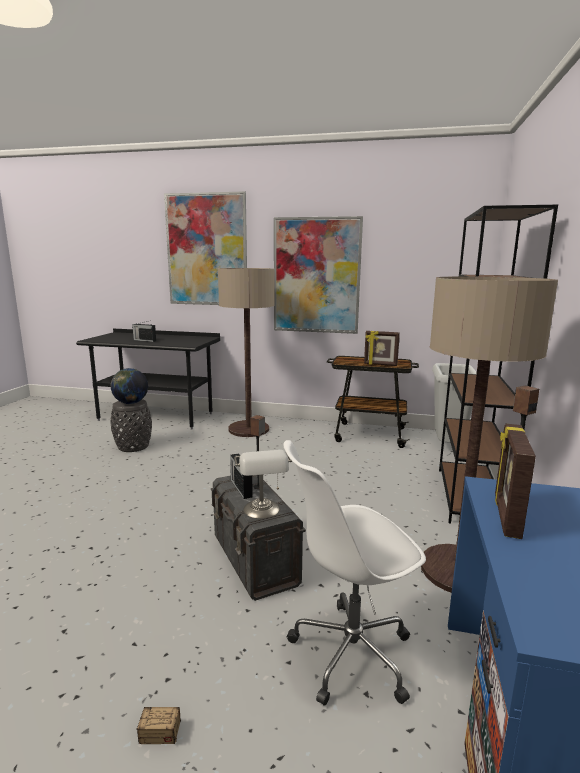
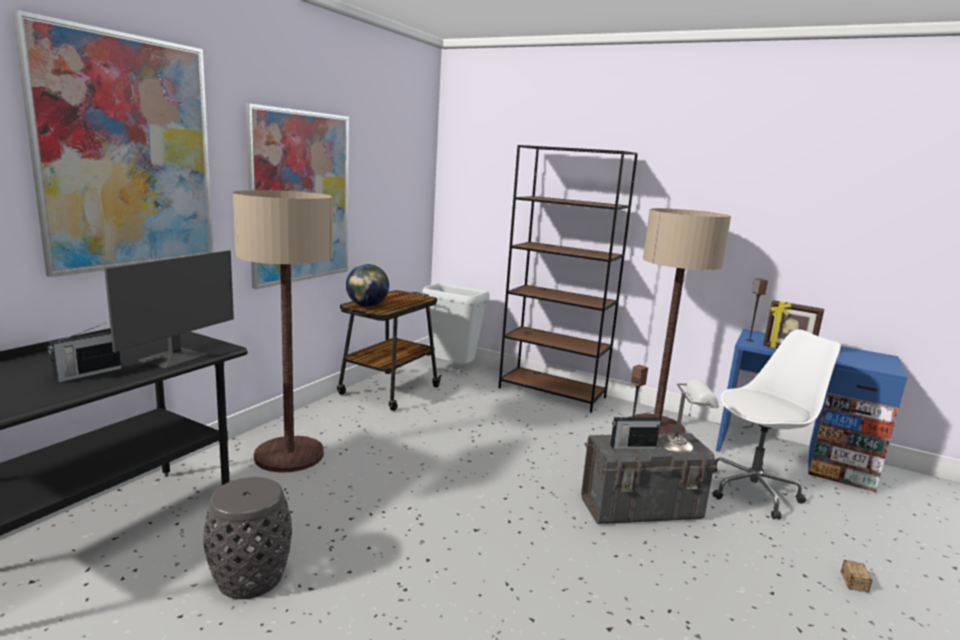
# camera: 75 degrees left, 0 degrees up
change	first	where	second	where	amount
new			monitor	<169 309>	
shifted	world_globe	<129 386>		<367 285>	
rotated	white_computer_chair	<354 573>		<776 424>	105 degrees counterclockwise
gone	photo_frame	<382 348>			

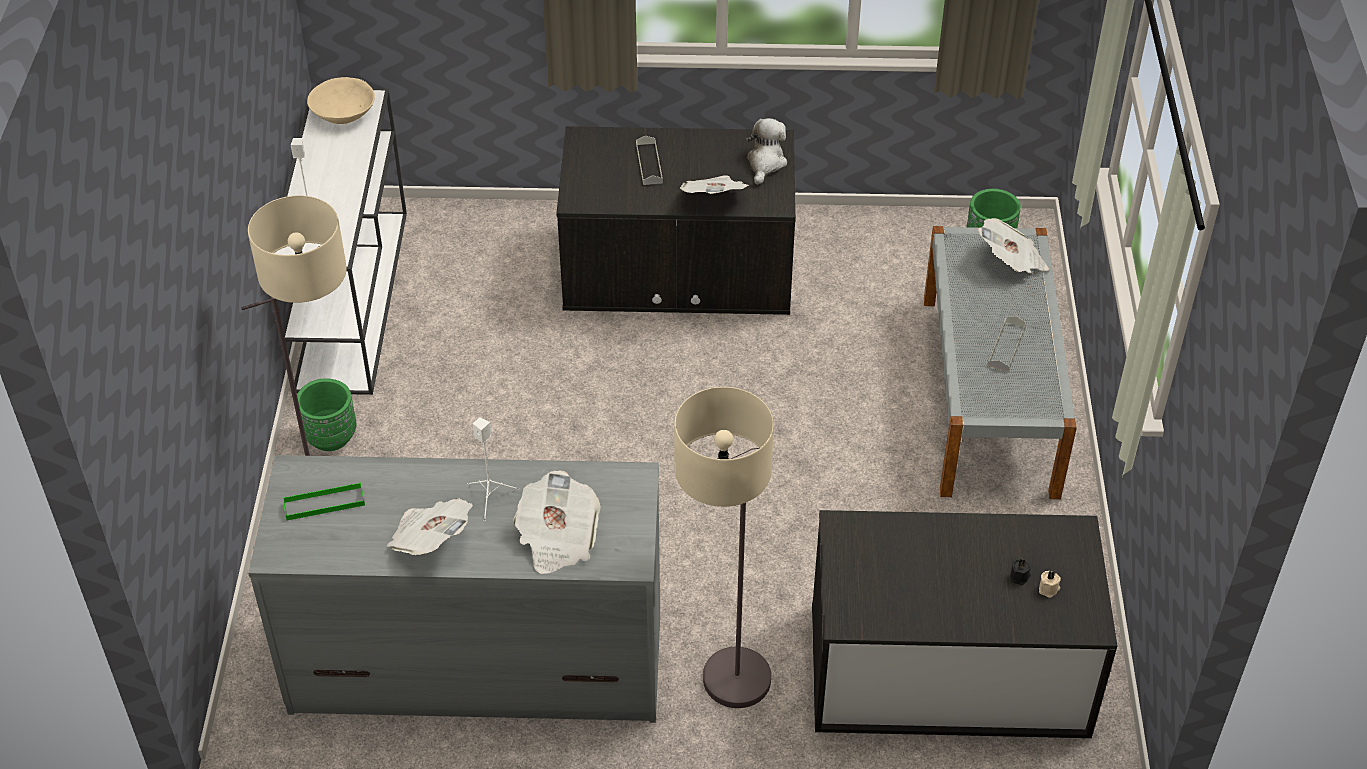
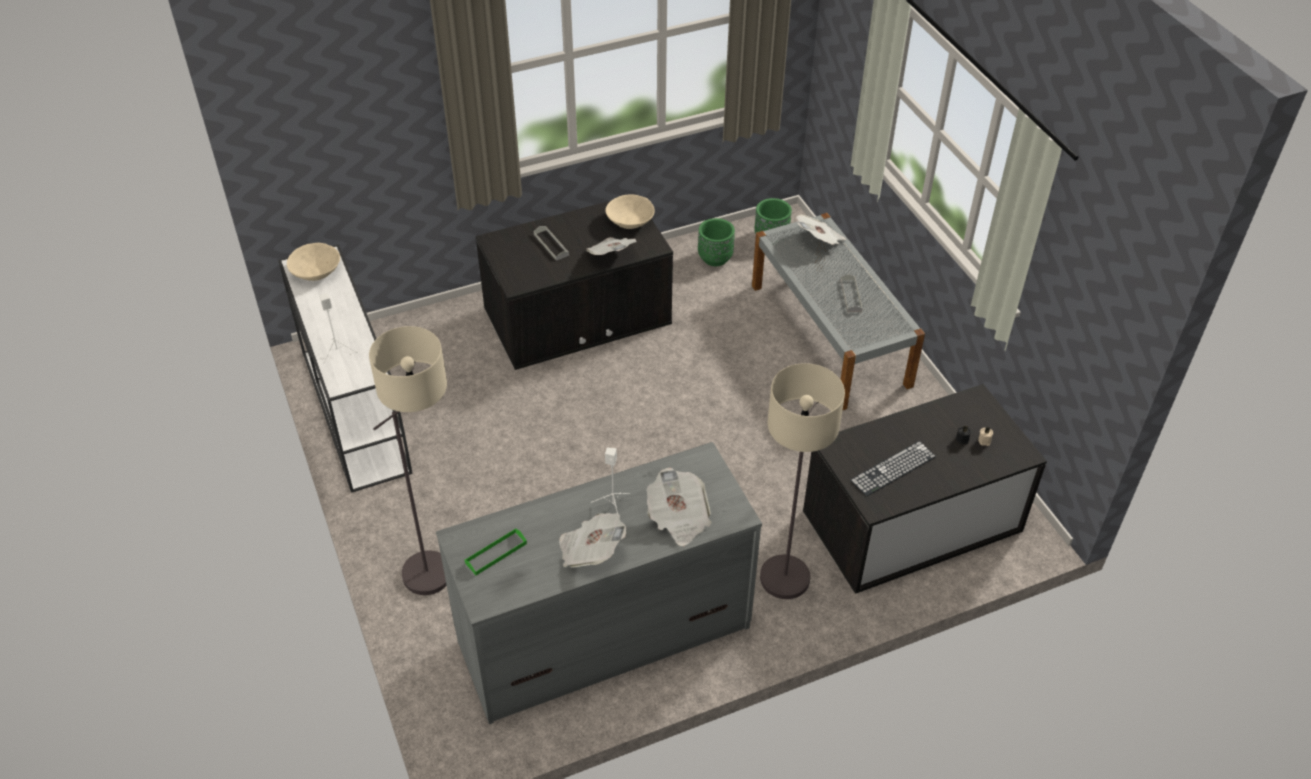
# camera: 25 degrees left, 0 degrees up
change	first	where	second	where	amount
swapped	soft_toy	<766 151>	sand-coloured_serving_bowl	<630 212>	
shifted	green_plant_pot	<327 414>		<716 242>	
new			PC_keyboard	<893 468>	

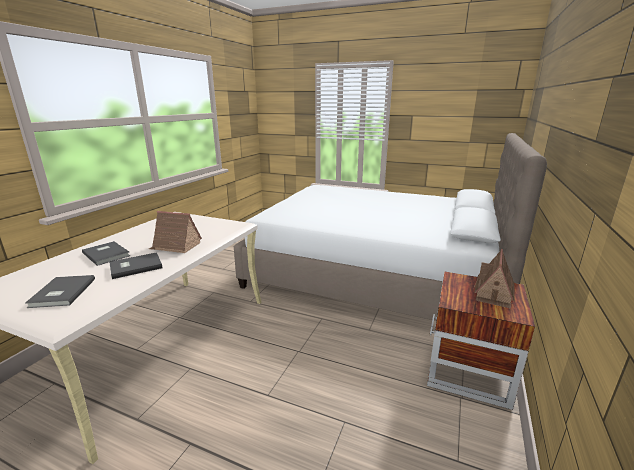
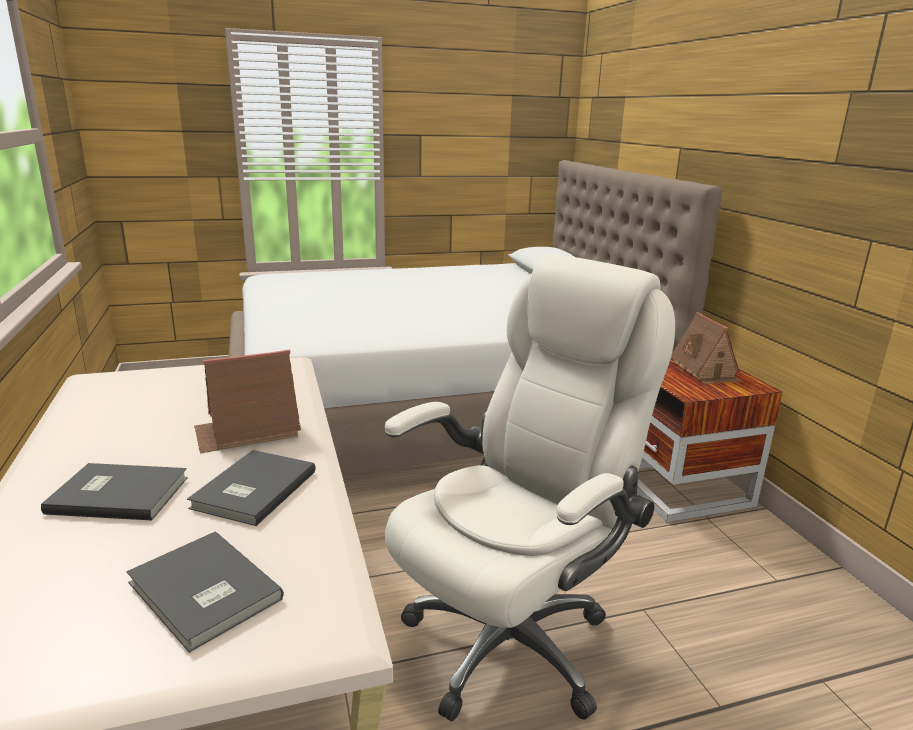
# camera: 40 degrees left, 0 degrees up
change	first	where	second	where	amount
new			white_computer_chair	<530 488>	

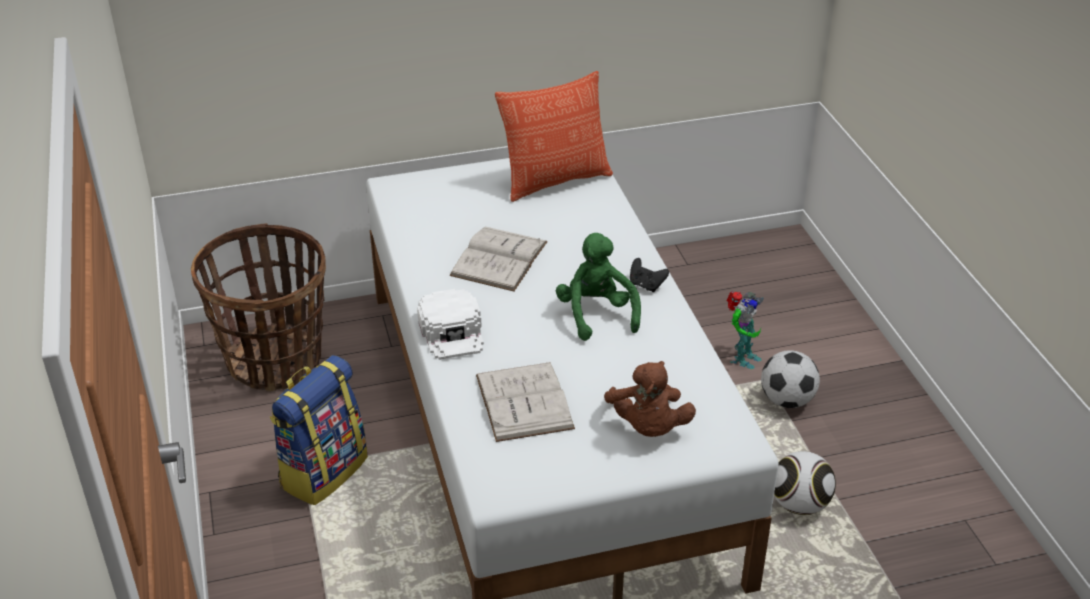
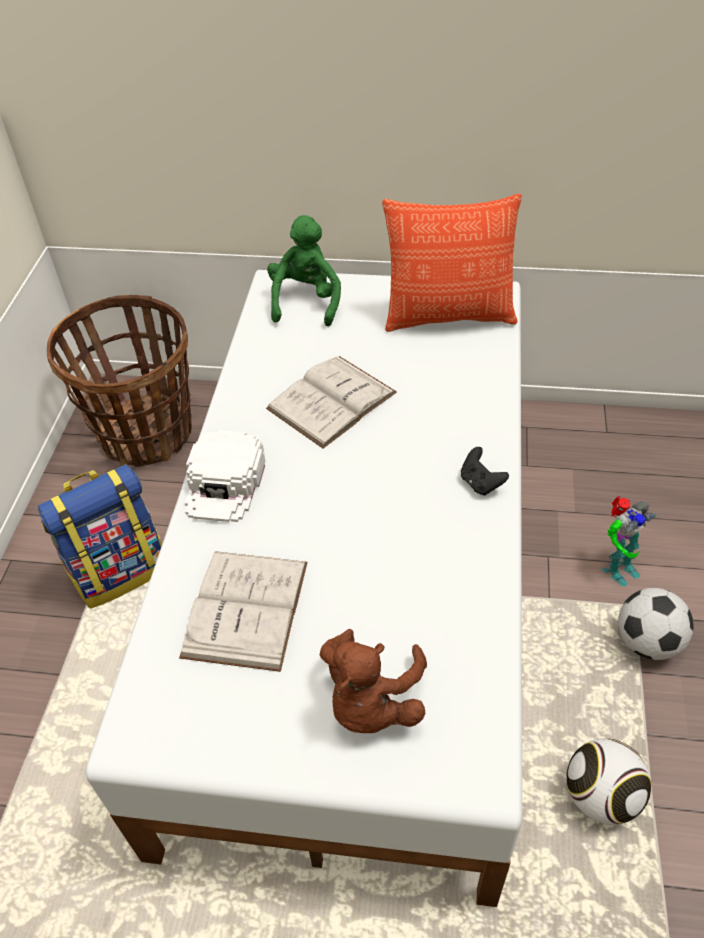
# camera: 25 degrees right, 10 degrees up
change	first	where	second	where	amount
shifted	green_soft_toy	<598 287>		<304 270>	

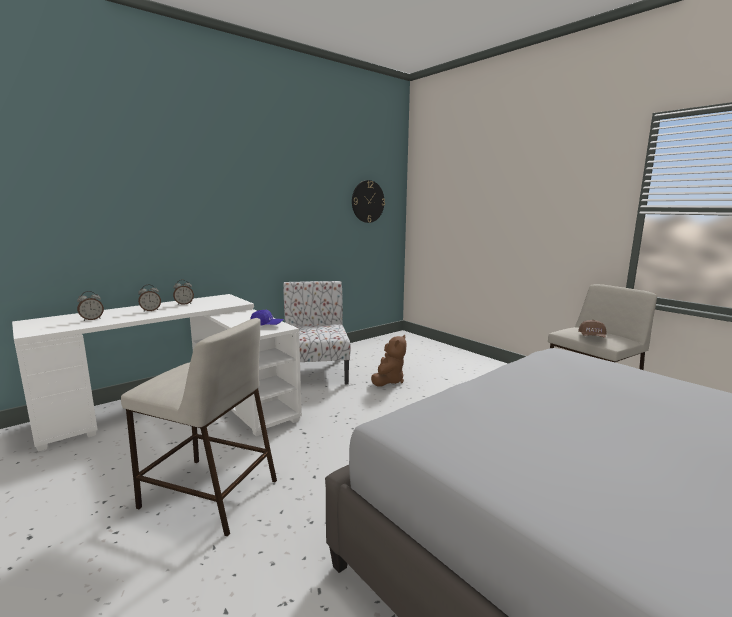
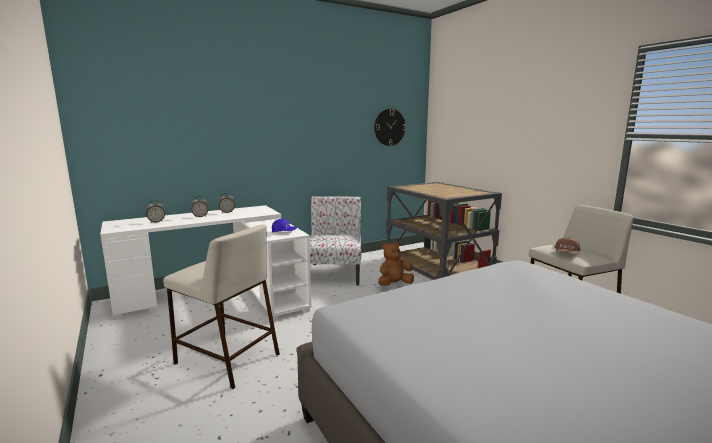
# camera: 10 degrees right, 0 degrees up
change	first	where	second	where	amount
rotated	brown-coloured_soft_toy	<389 361>		<396 264>	150 degrees counterclockwise
new			bookshelf	<444 231>	

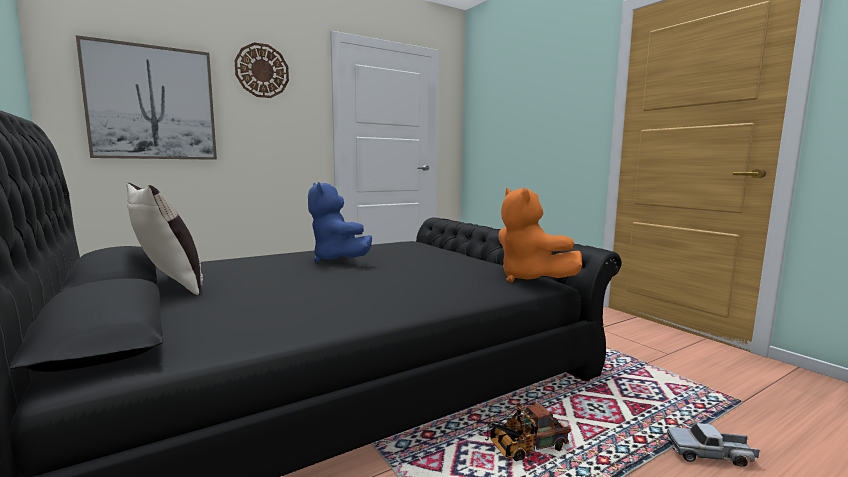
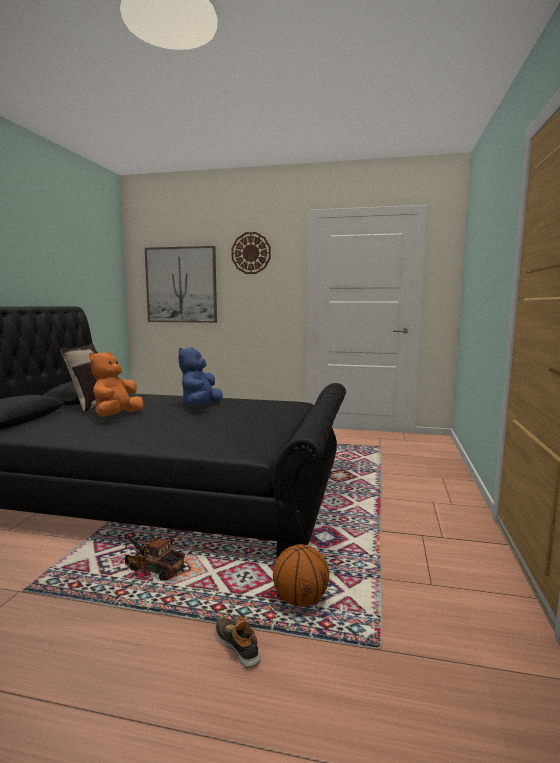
# camera: 45 degrees right, 0 degrees up
change	first	where	second	where	amount
shifted	orange_soft_toy	<540 235>		<116 384>	
swapped	model_truck	<713 445>	low_shoe	<238 642>	
new			basketball_ball	<301 575>	

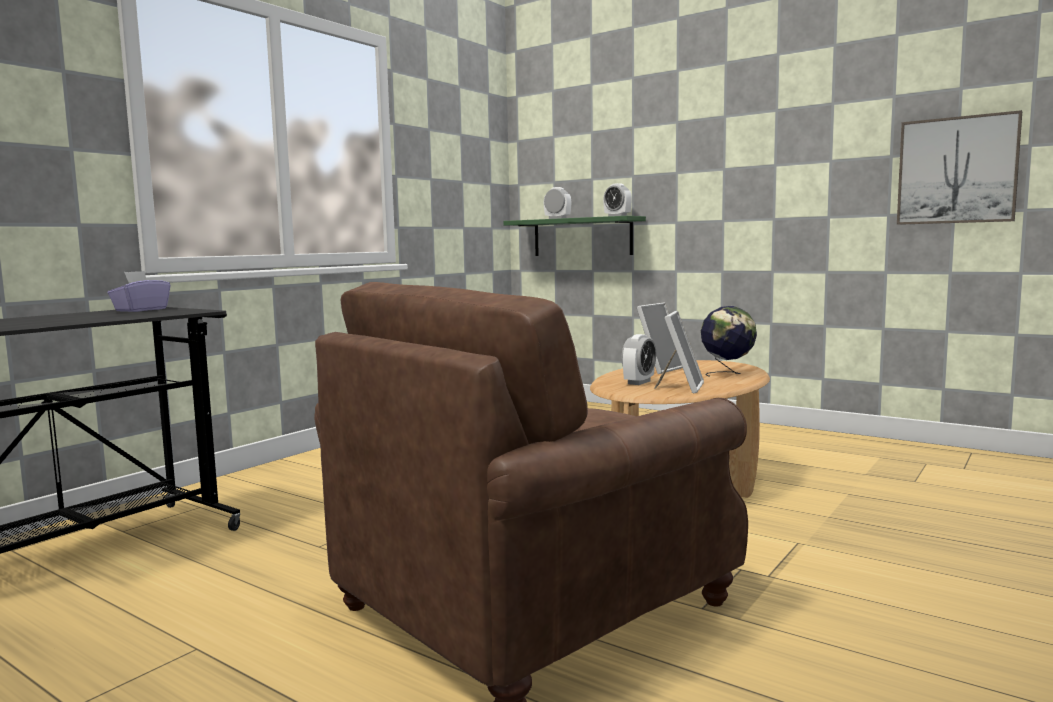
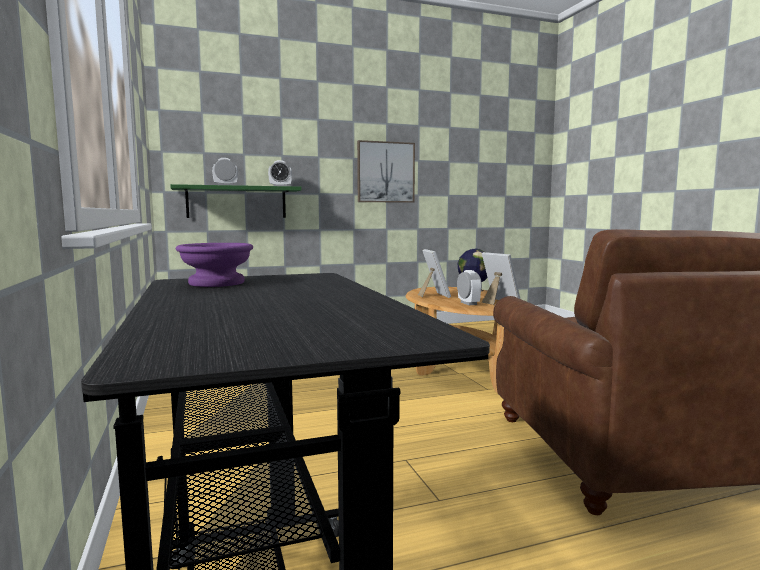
# camera: 55 degrees left, 0 degrees up
change	first	where	second	where	amount
swapped	purplish_tissue_box	<139 291>	purplish_serving_bowl	<214 265>	
shifted	picture	<959 167>		<386 171>	

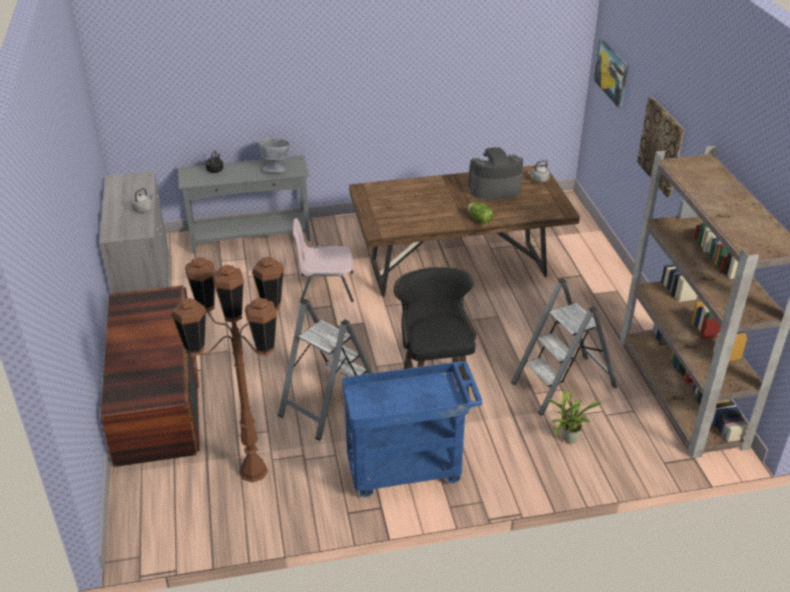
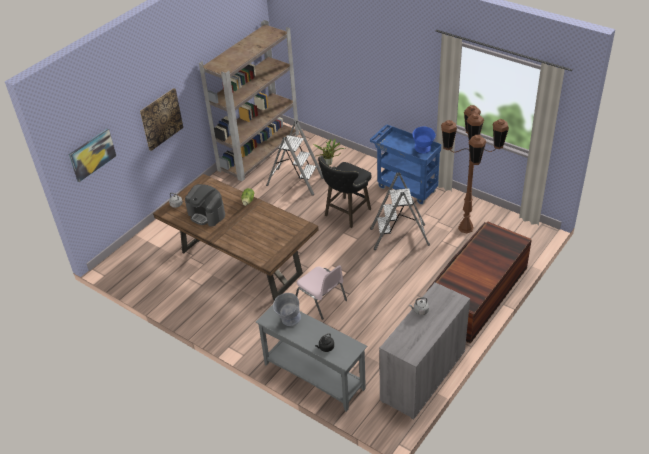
# camera: 130 degrees left, 5 degrees up
change	first	where	second	where	amount
new			blue_serving_bowl	<424 140>	

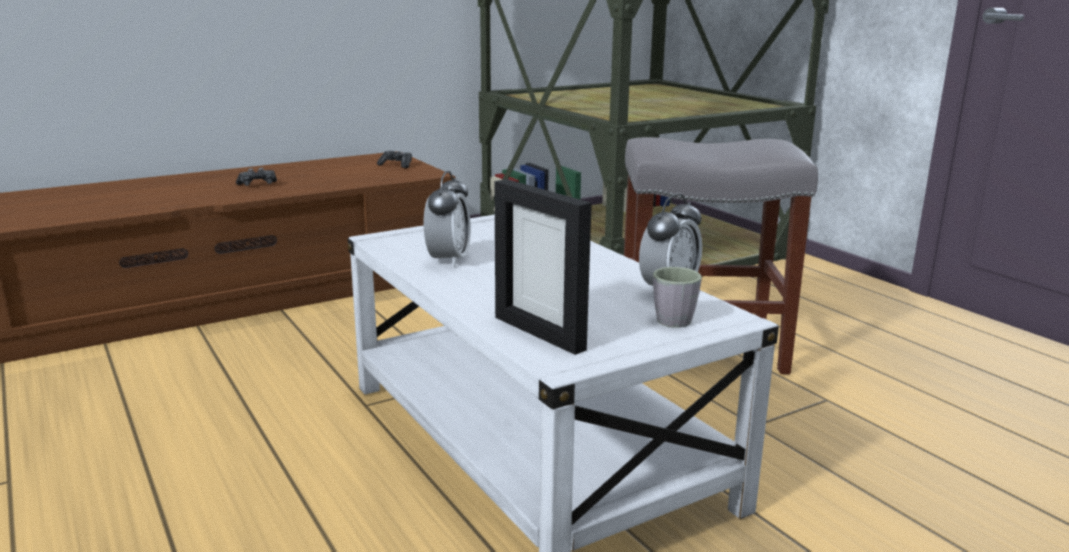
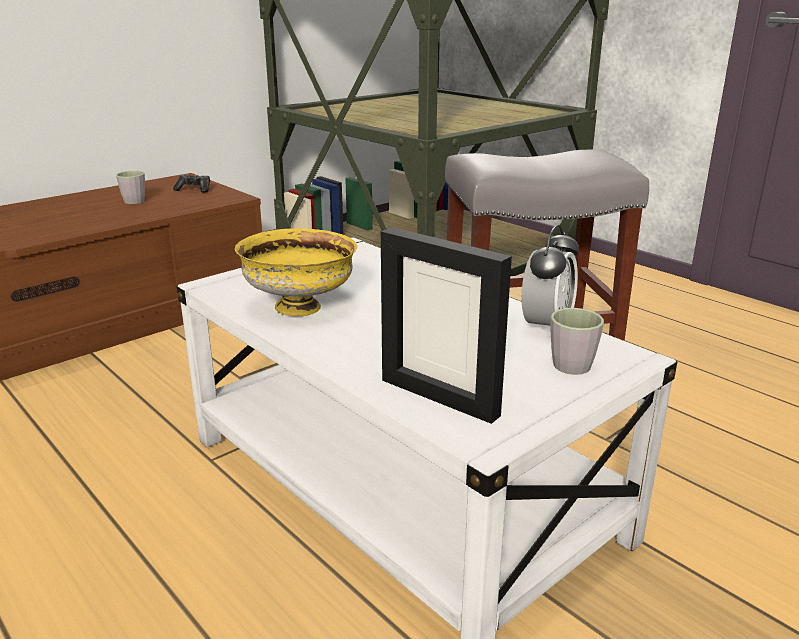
# camera: 10 degrees left, 5 degrees up
change	first	where	second	where	amount
new			gray_coffee_mug	<130 187>	
swapped	bedside_clock	<447 219>	yellow-coloured_serving_bowl	<296 272>	
gone	gamepad	<256 177>			

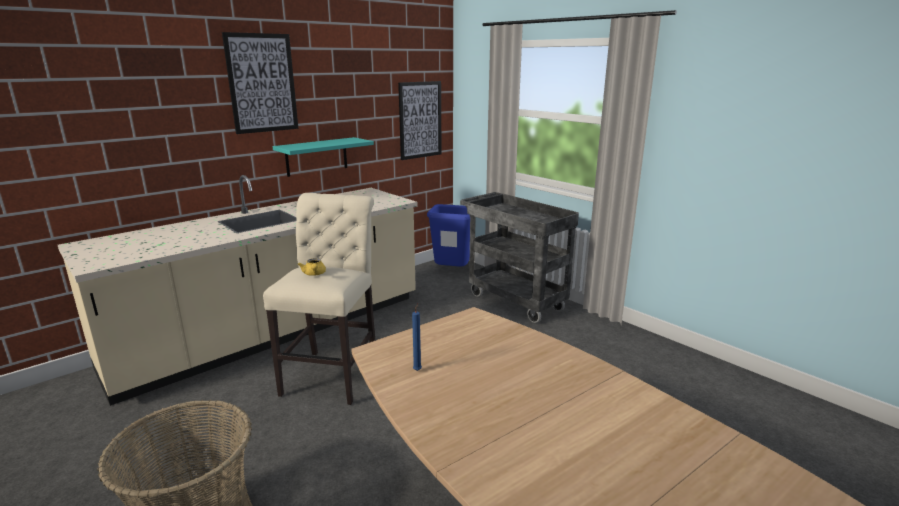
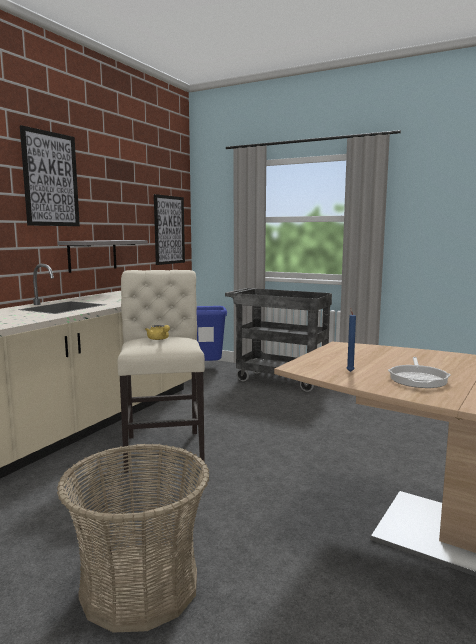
# camera: 20 degrees left, 10 degrees down
change	first	where	second	where	amount
repainted	blue-green_bracket_shelf	<323 157>	gray_bracket_shelf	<102 256>	
new			pan	<419 372>	

